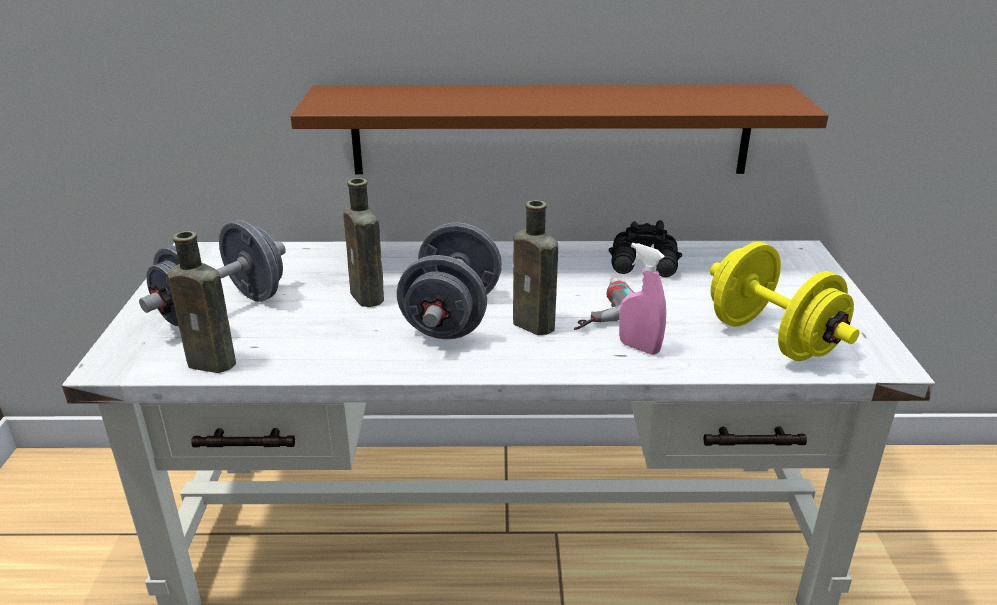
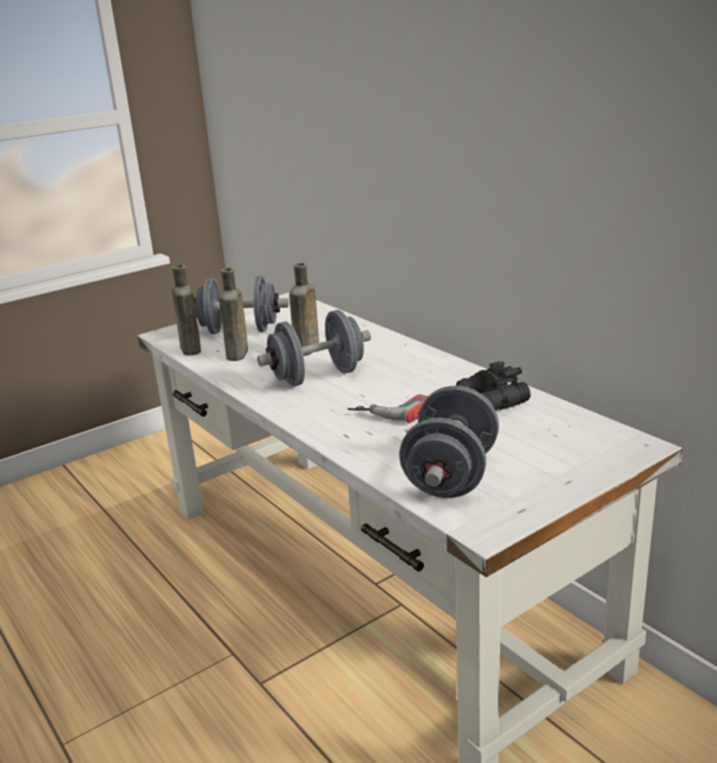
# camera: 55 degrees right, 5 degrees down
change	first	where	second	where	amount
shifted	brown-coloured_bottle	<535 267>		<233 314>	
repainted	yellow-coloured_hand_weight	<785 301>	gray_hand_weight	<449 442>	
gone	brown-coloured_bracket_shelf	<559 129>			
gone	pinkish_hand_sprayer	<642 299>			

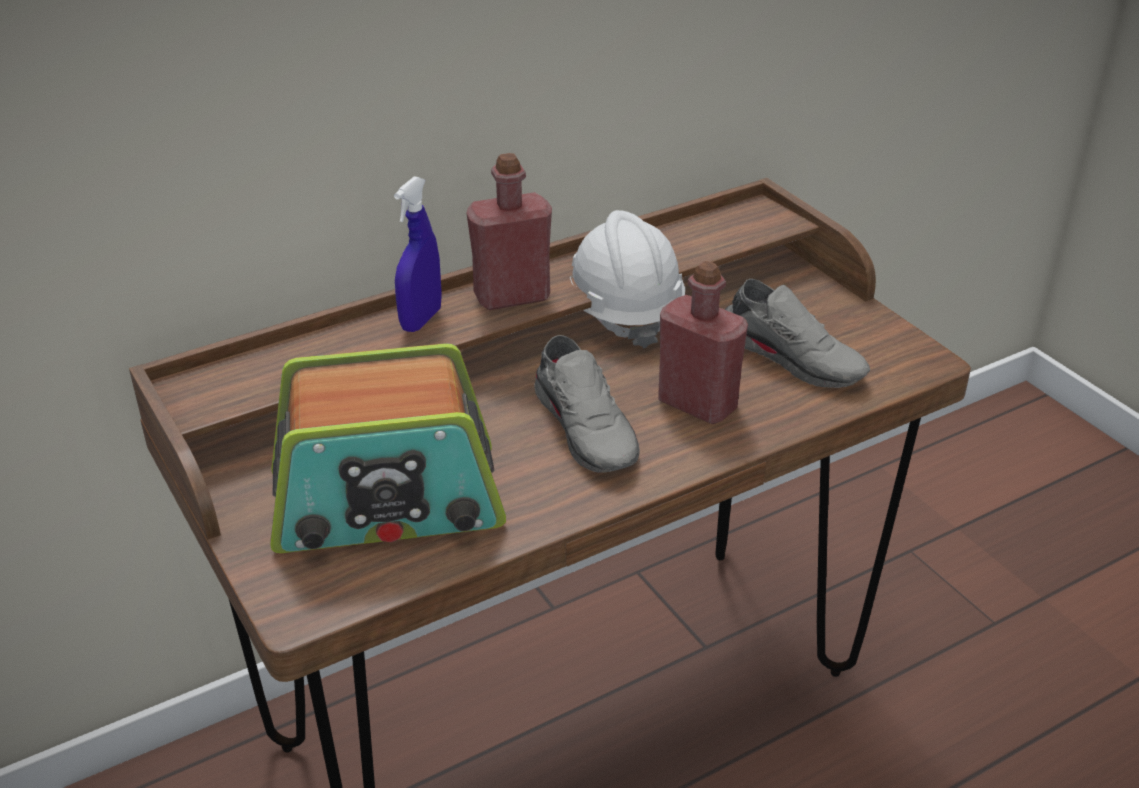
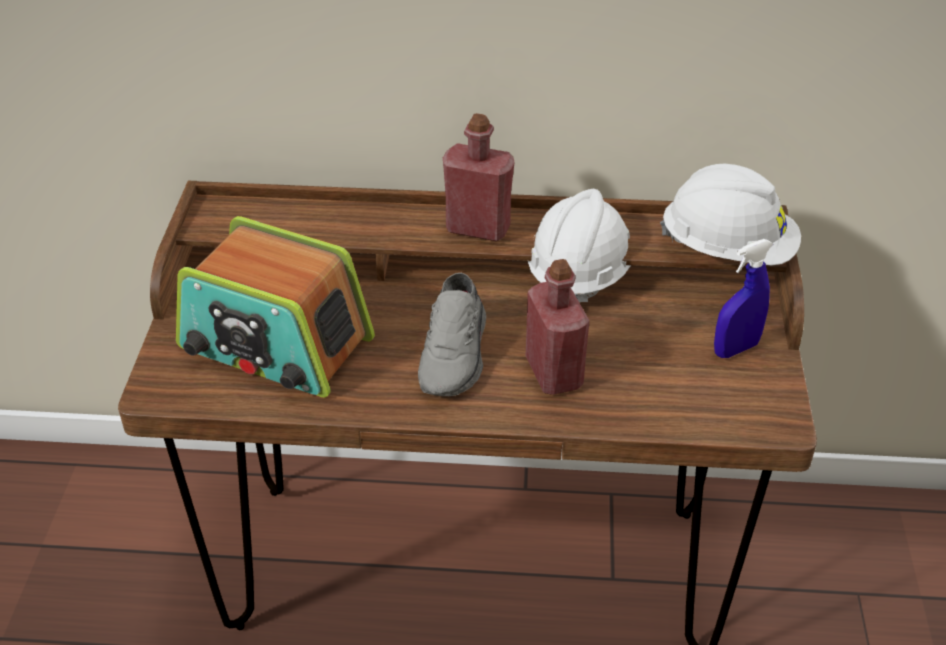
# camera: 35 degrees right, 5 degrees up
change	first	where	second	where	amount
new			white_work_helmet	<730 215>	
shifted	blue_hand_sprayer	<418 254>		<743 298>	
gone	gray_low_shoe	<797 333>			

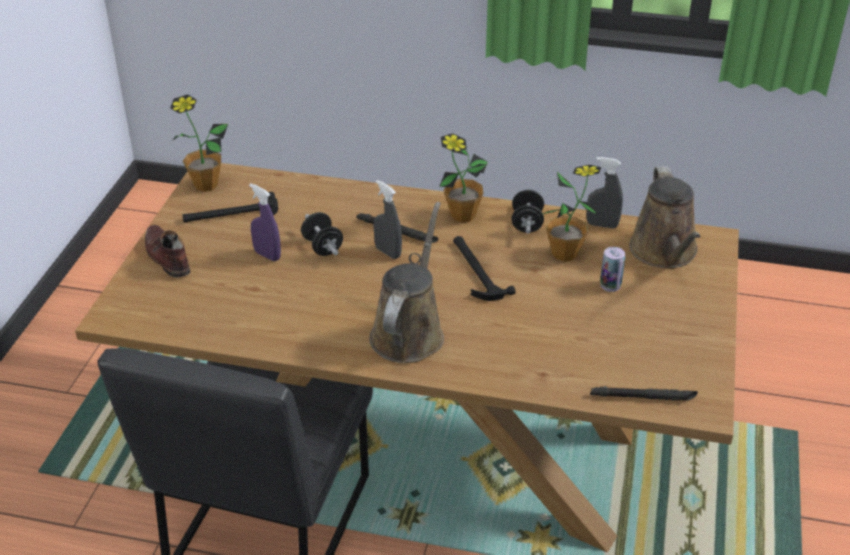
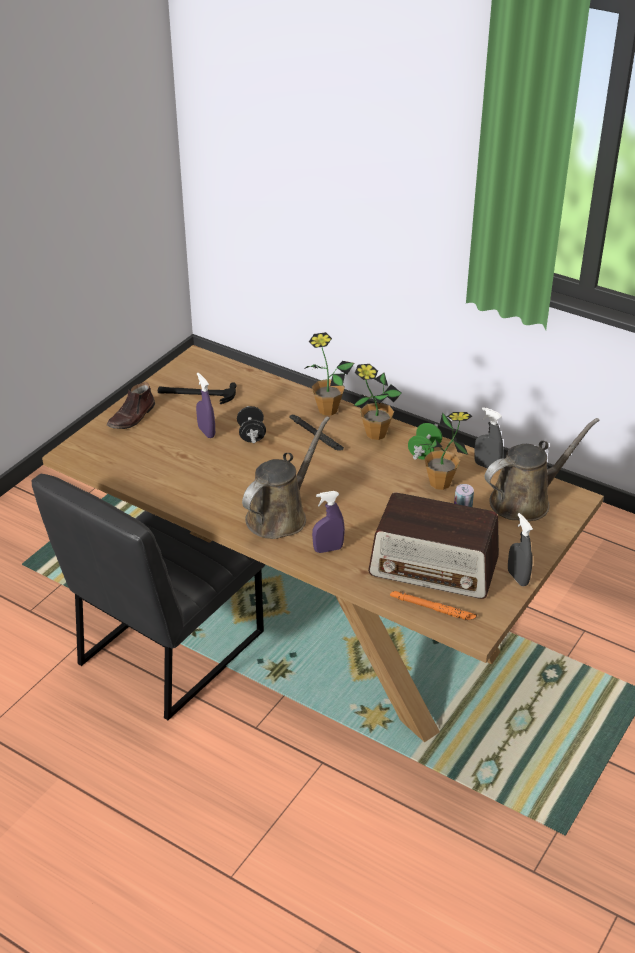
# camera: 20 degrees right, 0 degrees up
change	first	where	second	where	amount
rotated	brown-coloured_low_shoe	<167 251>		<131 405>	135 degrees counterclockwise
shifted	houseplant	<199 143>		<329 374>	
new			purplish_hand_sprayer	<328 522>	
new			radio_set	<433 545>	
repainted	black-coloured_torch	<644 393>	orange_torch	<433 605>	
repainted	black-coloured_hand_weight	<527 212>	green_hand_weight	<425 441>	
rotated	brown-coloured_sprinkling_can	<665 217>		<542 469>	135 degrees counterclockwise
shifted	gray_hand_sprayer	<388 219>		<520 549>	
gone	hand_hammer	<484 268>			

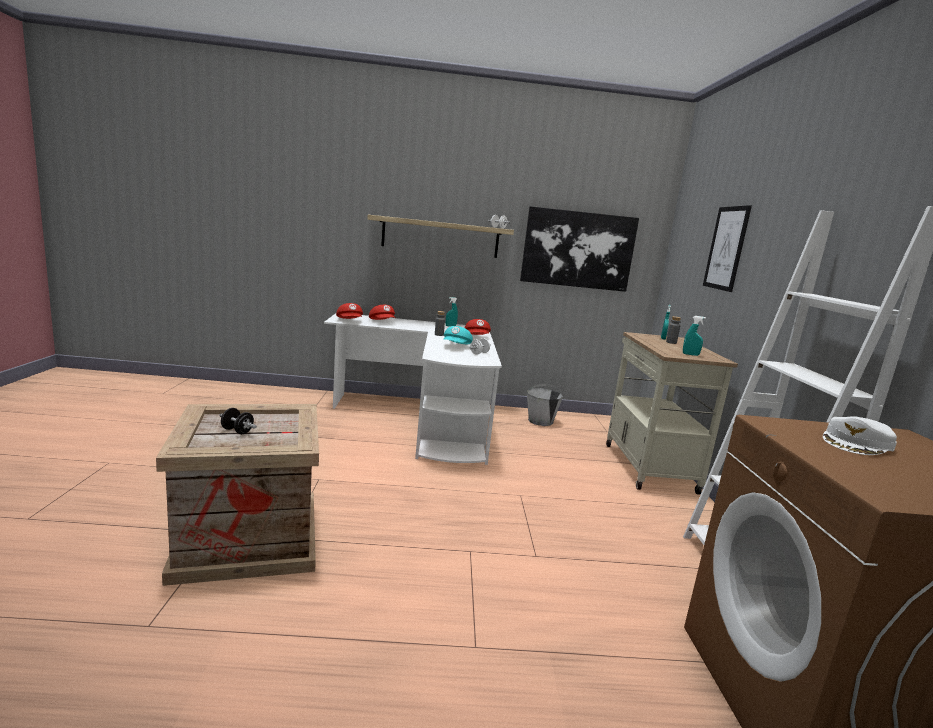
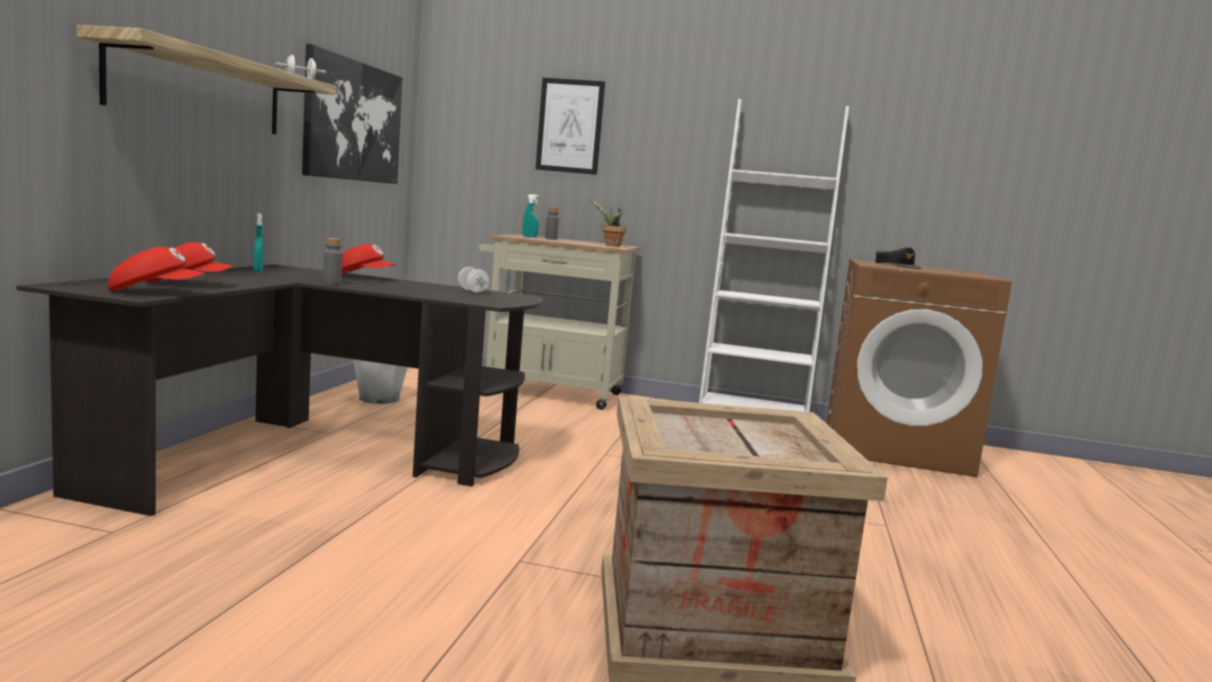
# camera: 75 degrees left, 5 degrees down
change	first	where	second	where	amount
repainted	white_desk_unit	<413 389>	black-coloured_desk_unit	<280 390>	
swapped	blue-green_hand_sprayer	<694 336>	houseplant	<608 223>	
repainted	white_cap	<860 435>	black-coloured_cap	<898 258>	
gone	black-coloured_hand_weight	<238 421>			
gone	blue-green_cap	<458 335>			

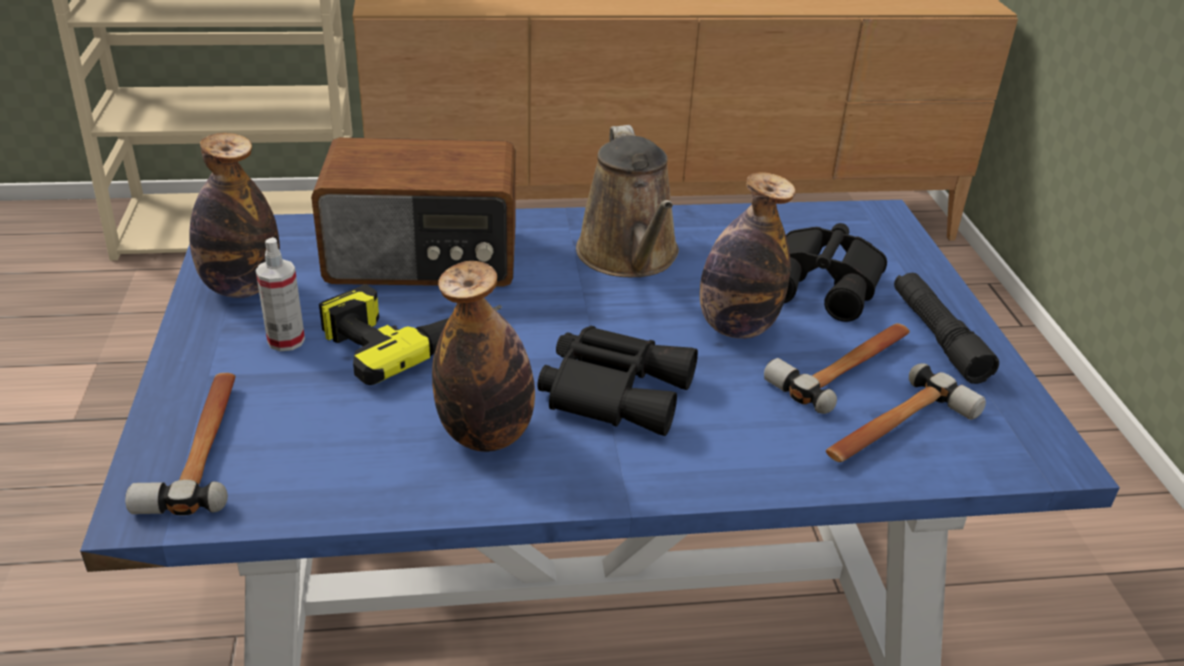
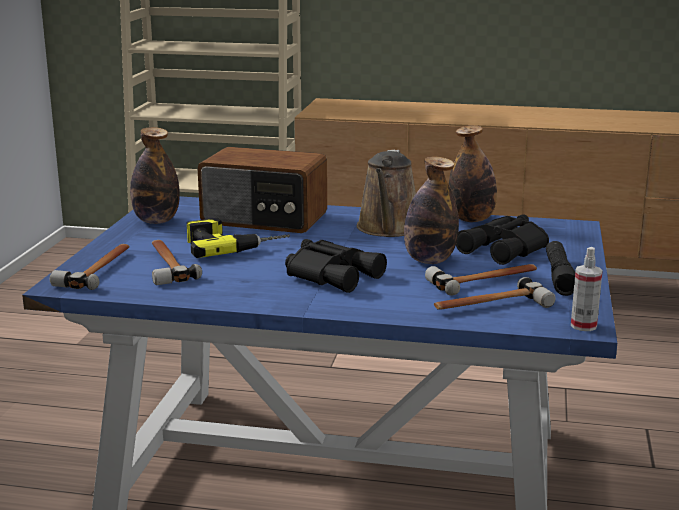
# camera: 20 degrees right, 15 degrees down
change	first	where	second	where	amount
new			hand_hammer	<177 262>	
shifted	bottle	<483 356>		<473 173>	
shifted	hand_sprayer	<280 294>		<587 289>	

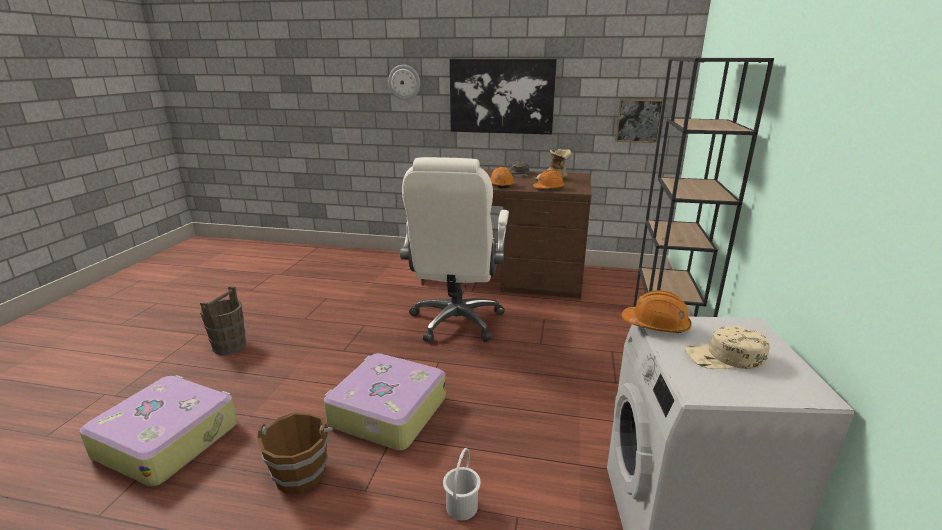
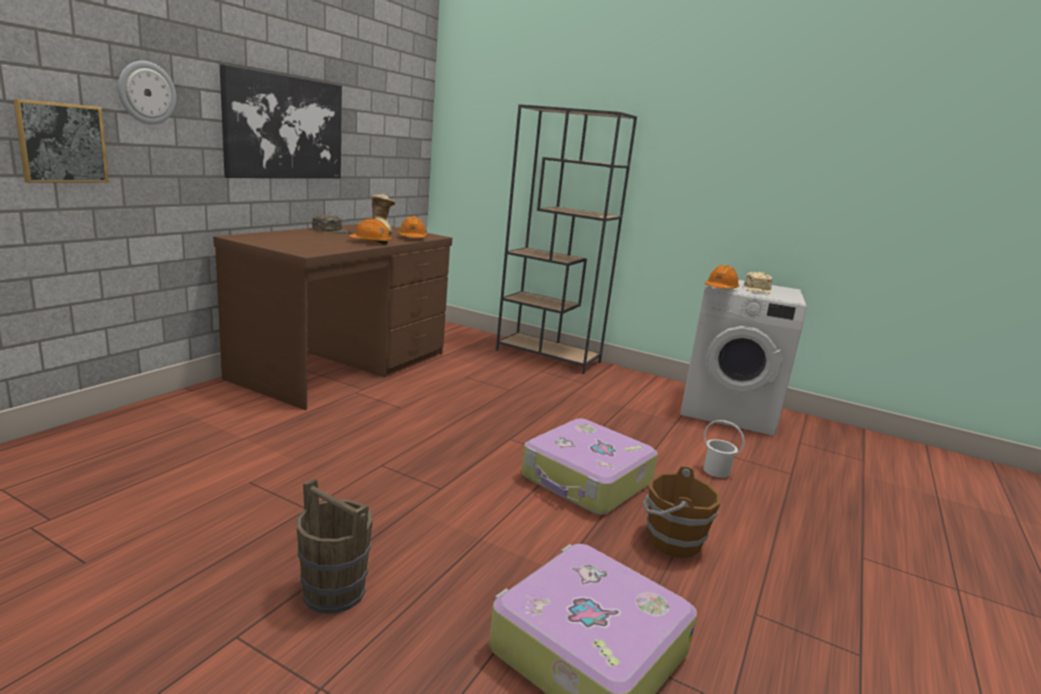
# camera: 75 degrees left, 5 degrees down
change	first	where	second	where	amount
shifted	picture	<639 121>		<61 141>	
gone	white_computer_chair	<454 250>			

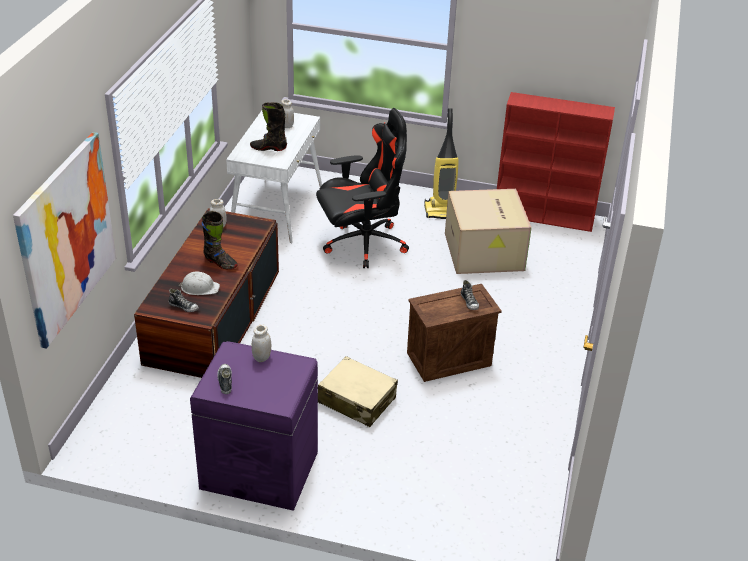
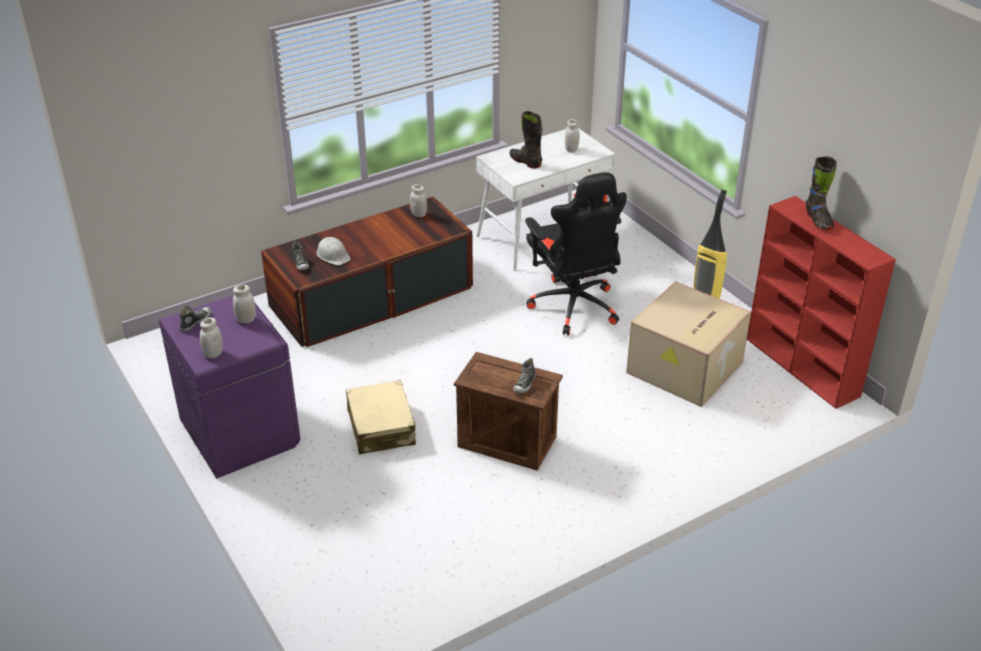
# camera: 45 degrees right, 0 degrees up
change	first	where	second	where	amount
new			white_storage_jar	<211 337>	
rotated	black-coloured_computer_chair	<362 188>		<576 253>	45 degrees clockwise
shifted	black-coloured_boot	<219 240>		<821 193>	
gone	picture	<64 240>			

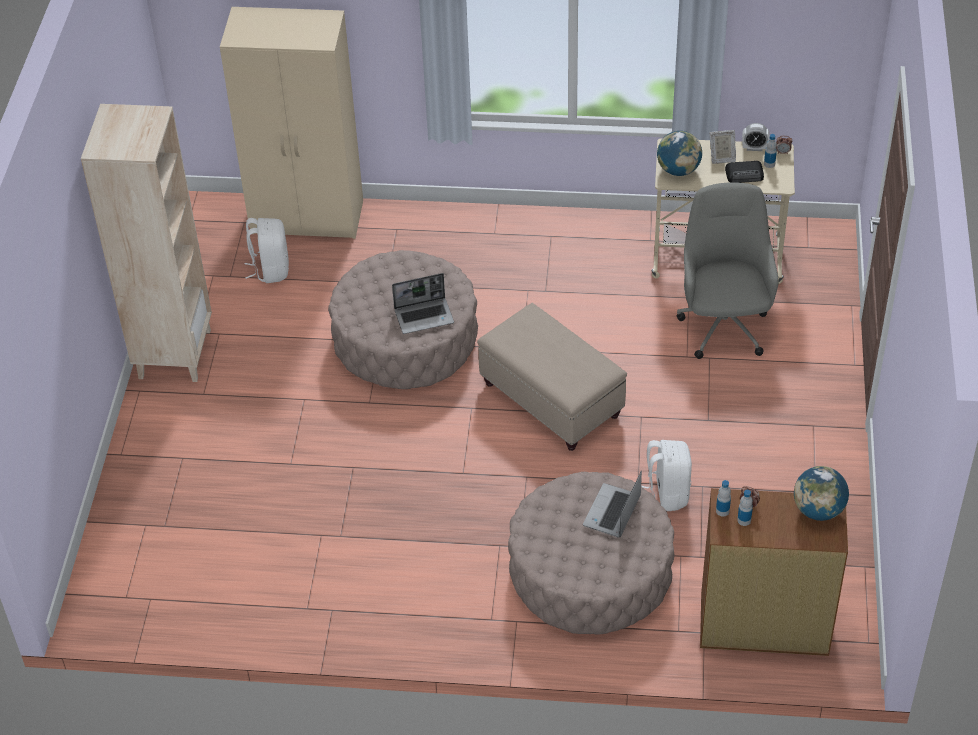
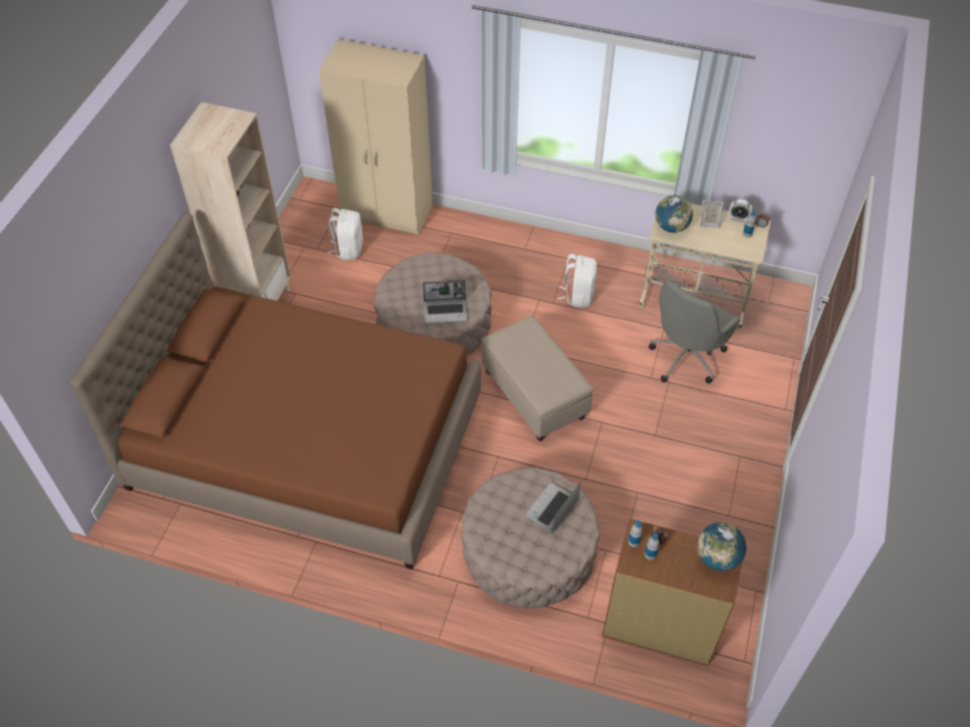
# camera: 10 degrees right, 5 degrees up
change	first	where	second	where	amount
new			brown-coloured_bed	<275 391>	
shifted	white_backpack	<666 475>		<577 281>	
rotated	gray_computer_chair	<728 270>		<694 332>	150 degrees counterclockwise
gone	radio_set	<744 172>			

